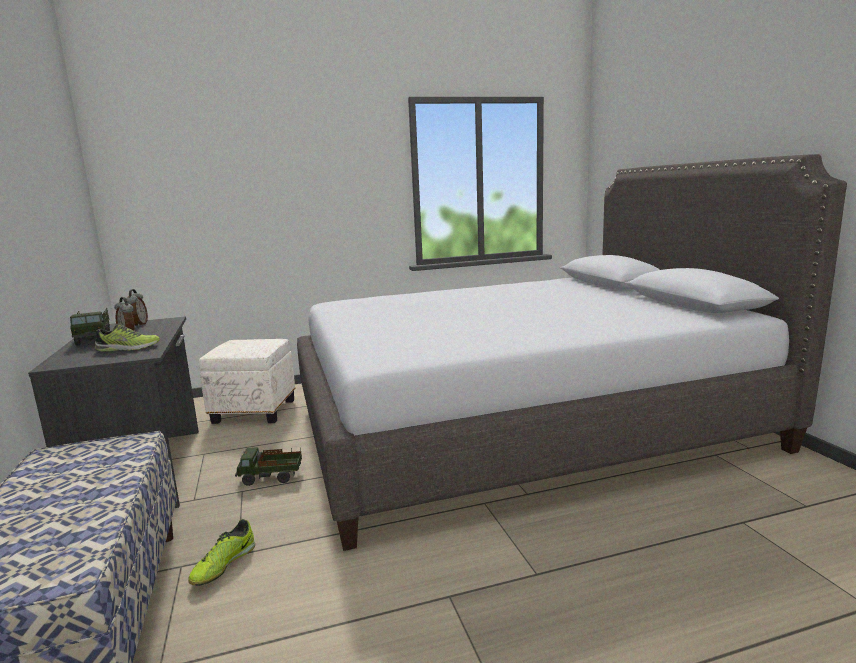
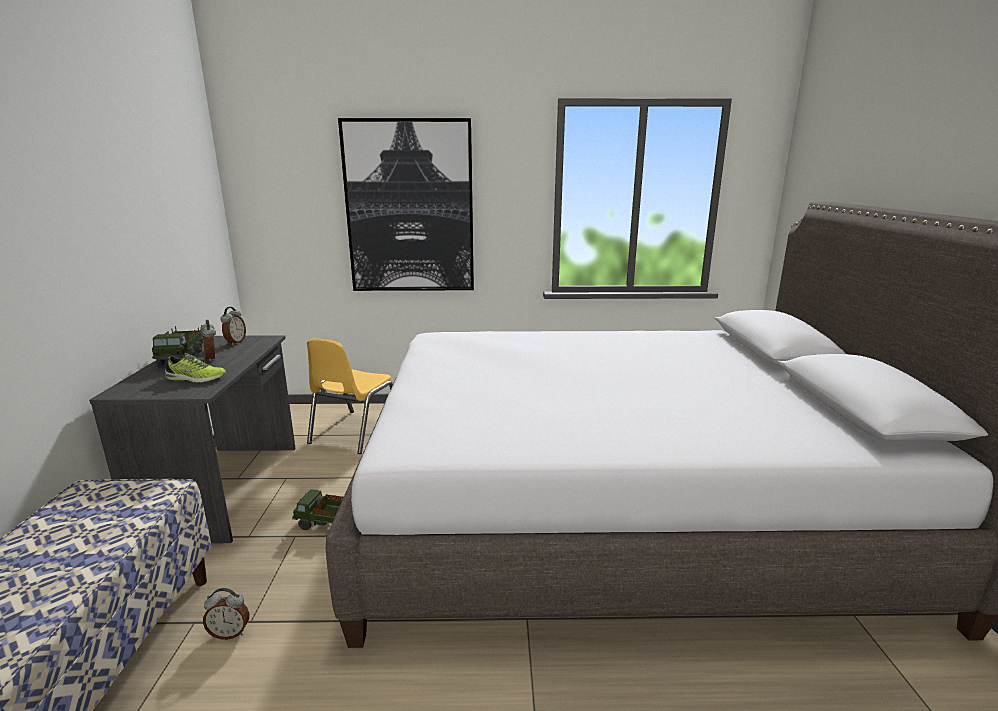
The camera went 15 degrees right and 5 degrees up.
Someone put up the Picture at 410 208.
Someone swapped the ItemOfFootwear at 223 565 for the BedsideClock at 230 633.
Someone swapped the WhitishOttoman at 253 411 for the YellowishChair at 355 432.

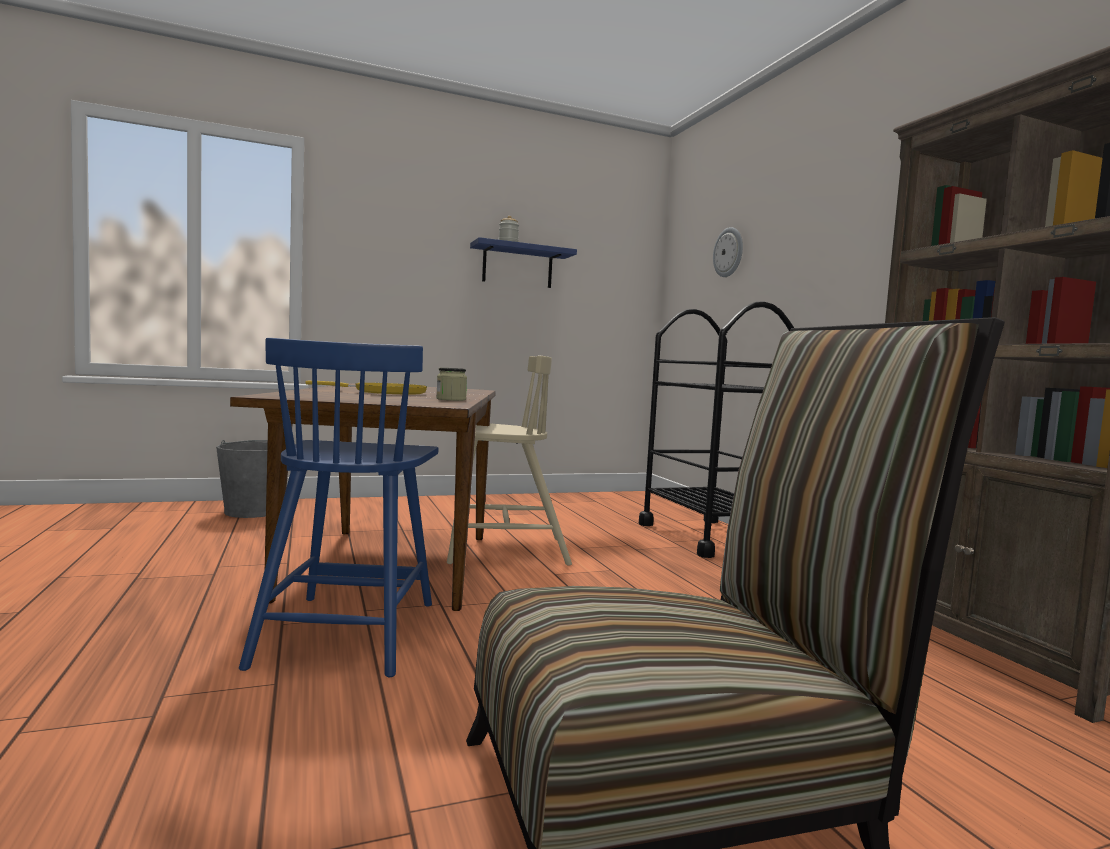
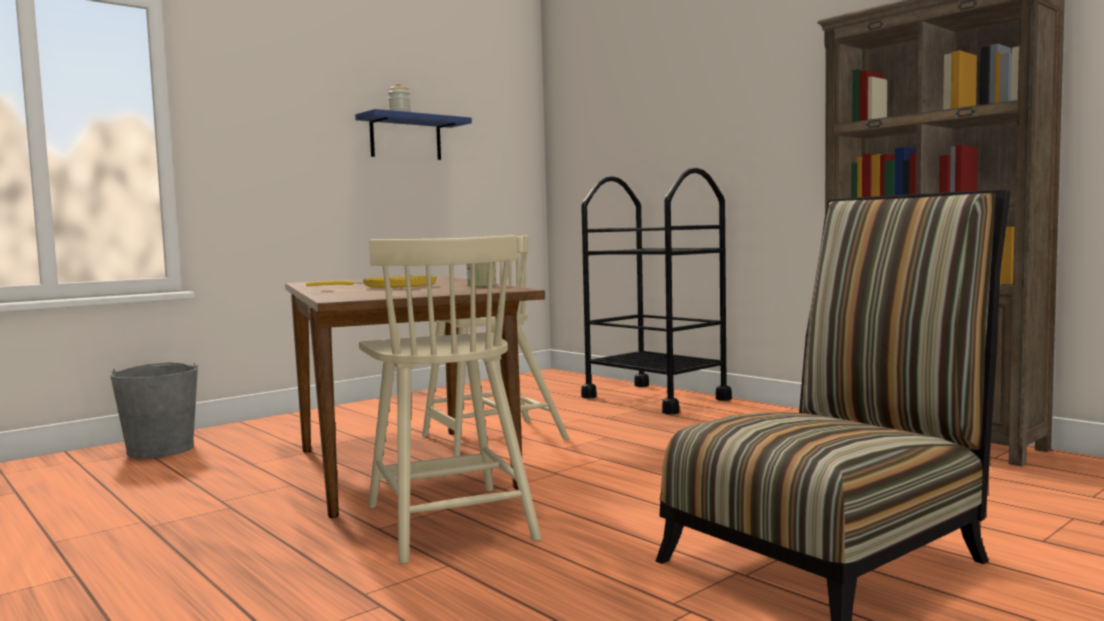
The camera went 20 degrees left and 0 degrees up.
Someone took away the ClockOnTheWall at 729 252.
Someone repainted the BlueColouredChair at 347 631, which became the BeigeChair at 449 521.

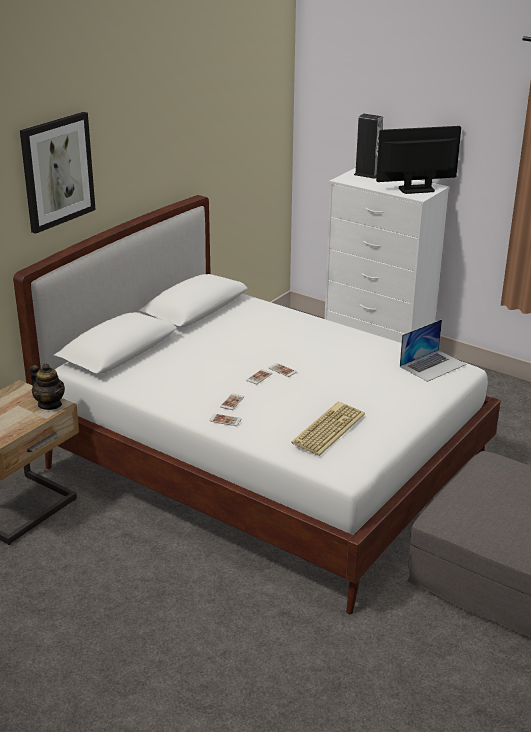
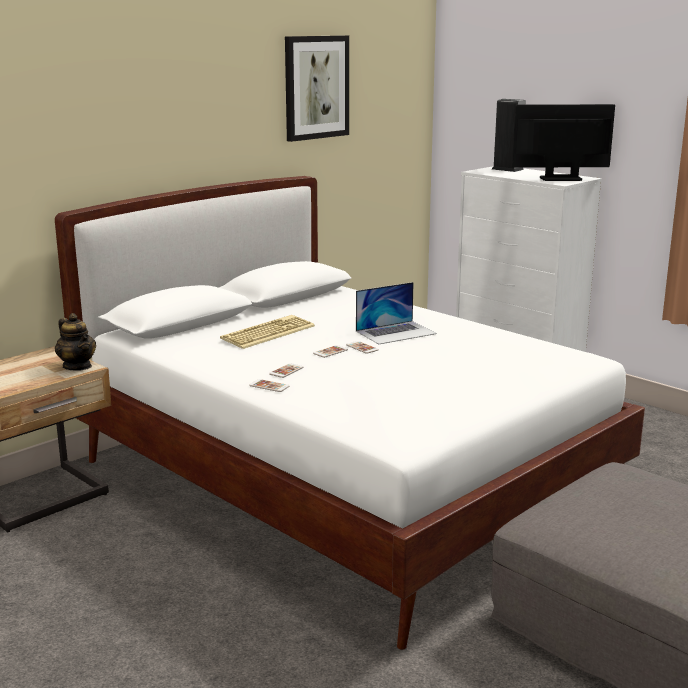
The camera went 10 degrees right and 10 degrees down.
Someone carried the Picture from 57 171 to 316 87.
Someone carried the Keyboard from 327 428 to 267 332.
Someone carried the NotebookComputer from 433 365 to 396 332.

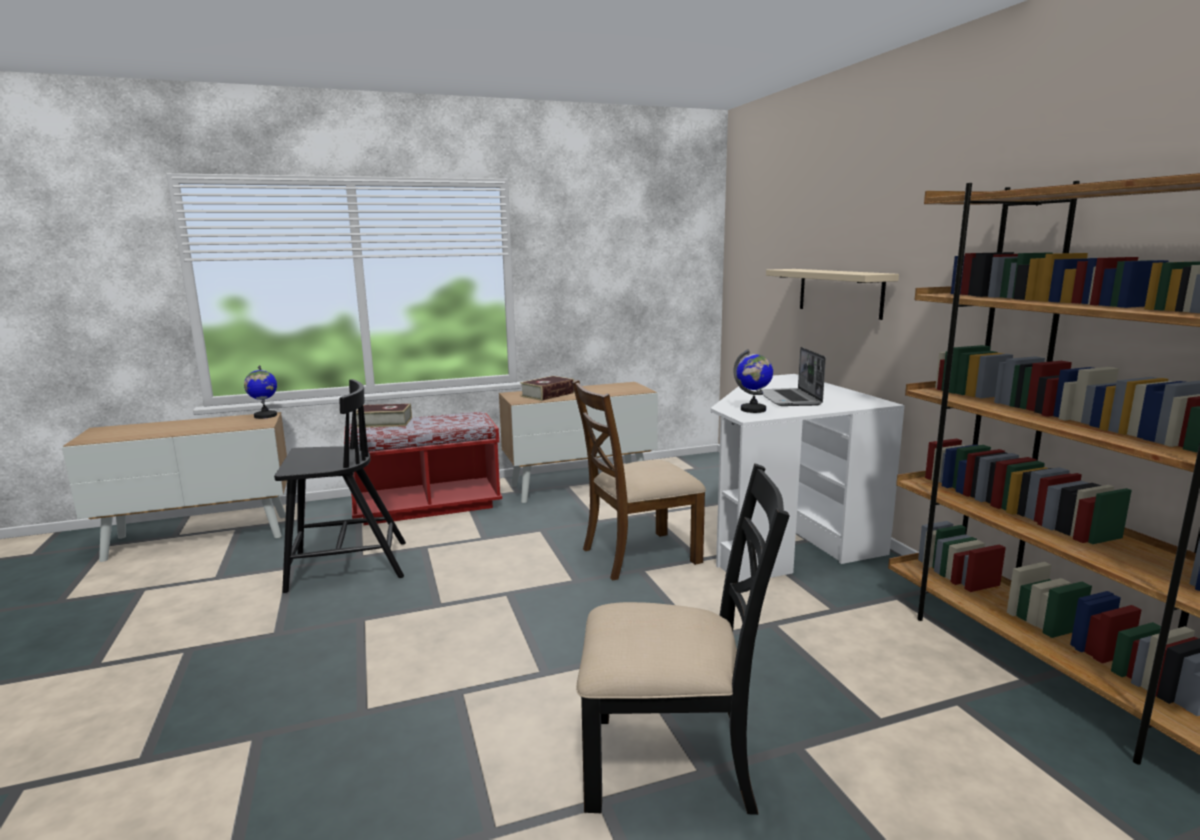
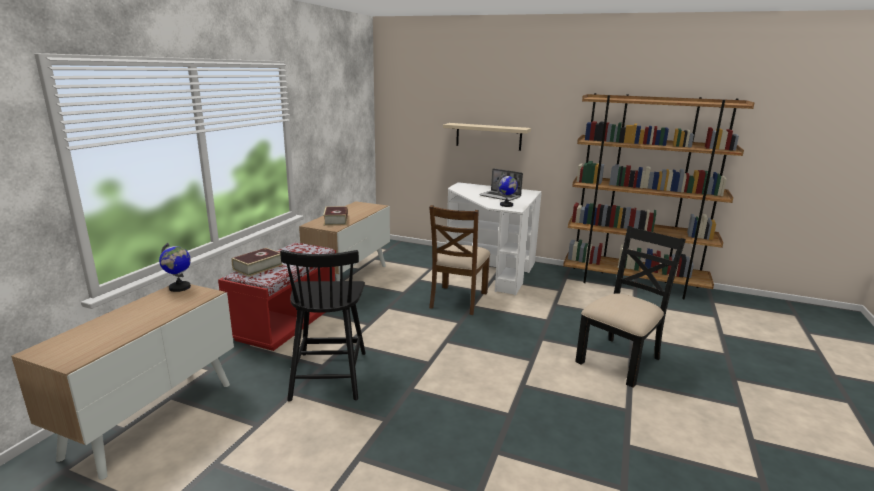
The camera went 50 degrees left and 5 degrees up.
Someone rotated the BlackishChair at 345 566 by 150 degrees clockwise.

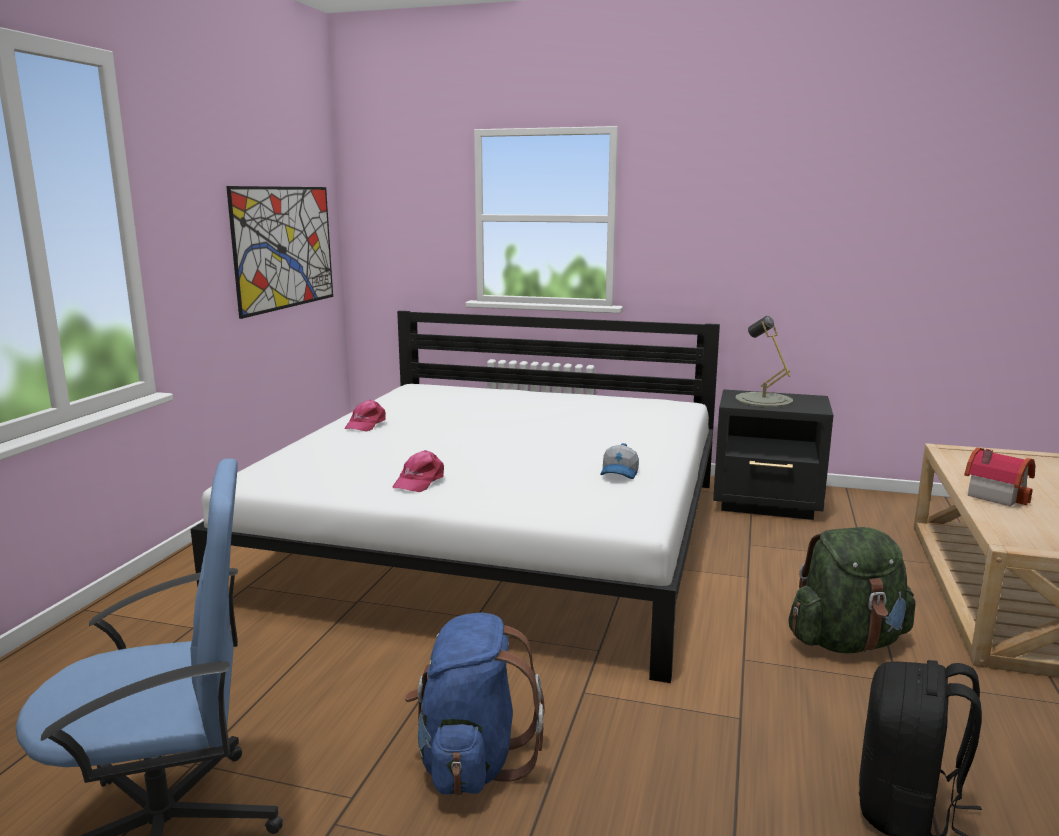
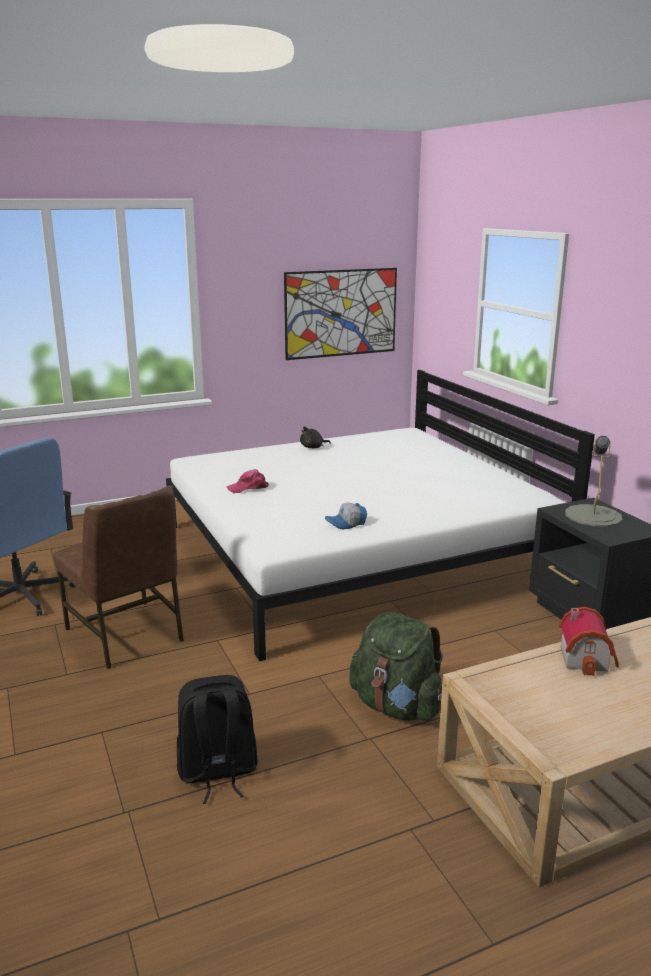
The camera went 50 degrees right and 5 degrees up.
Someone swapped the PinkishBaseballCap at 366 424 for the BlackishSoftToy at 313 447.
Someone swapped the BlueColouredRucksack at 472 761 for the BrownChair at 126 635.

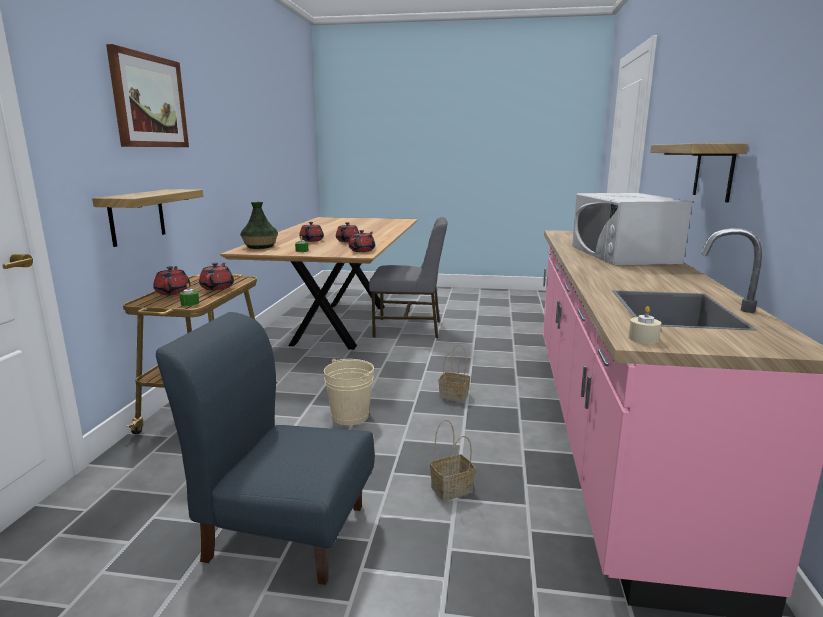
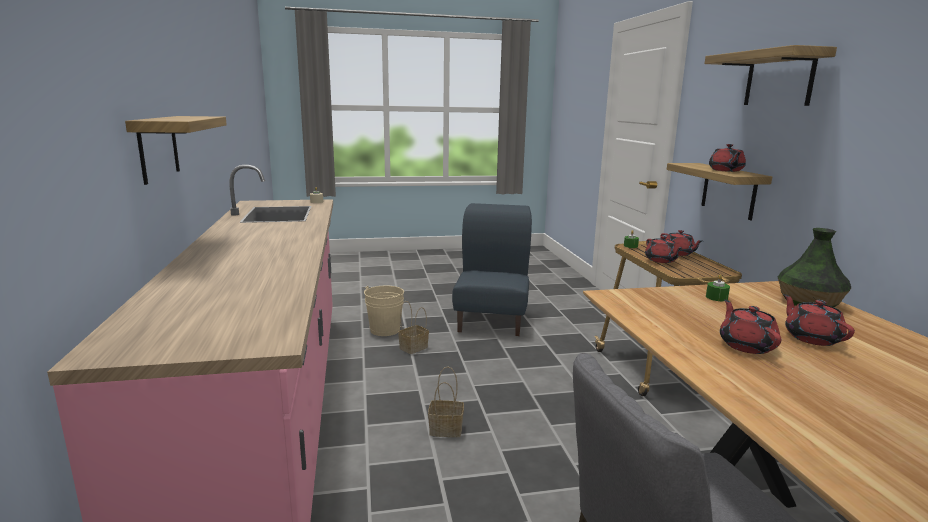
The camera went 160 degrees right and 0 degrees up.
Someone took away the WhitishMicrowave at 623 254.
Someone carried the BeigeWaterBucket from 350 416 to 385 330.
Someone carried the RedTeaPot from 362 250 to 726 170.
Someone swapped the Picture at 149 101 for the WallShelf at 779 79.
Someone rotated the BlueColouredChair at 286 531 by 75 degrees counterclockwise.

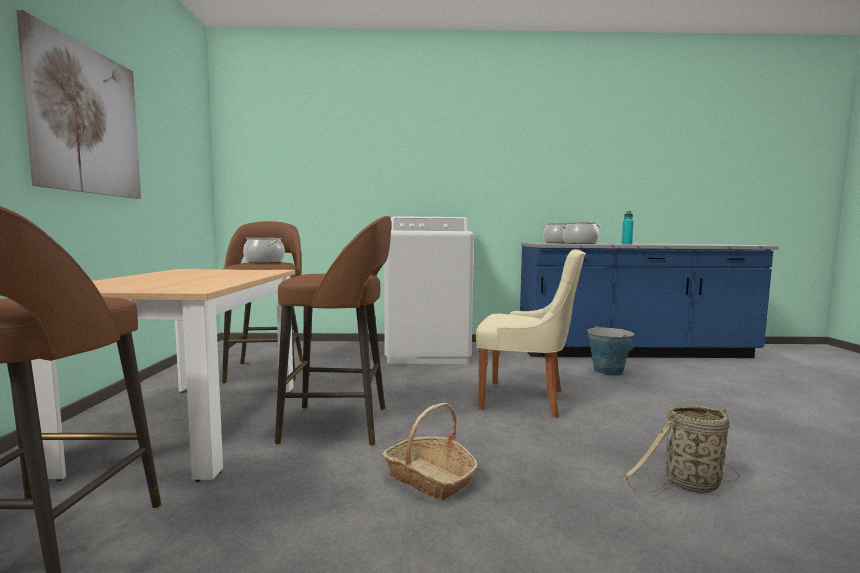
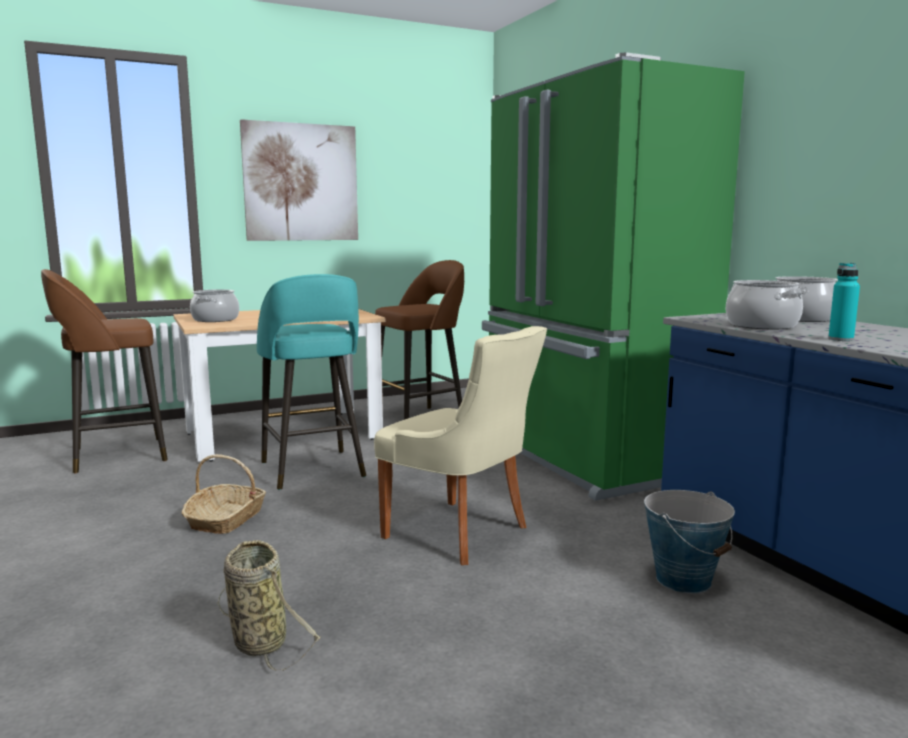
The camera went 65 degrees right and 5 degrees up.
Someone carried the Stockpot from 265 261 to 216 319.
Someone swapped the WhitishLaundryMachine at 428 352 for the GreenishRefrigerator at 585 458.
Someone repainted the BrownStoolSeat at 339 424, which became the BlueGreenStoolSeat at 313 470.
Someone rotated the BeigeChair at 526 399 by 45 degrees counterclockwise.

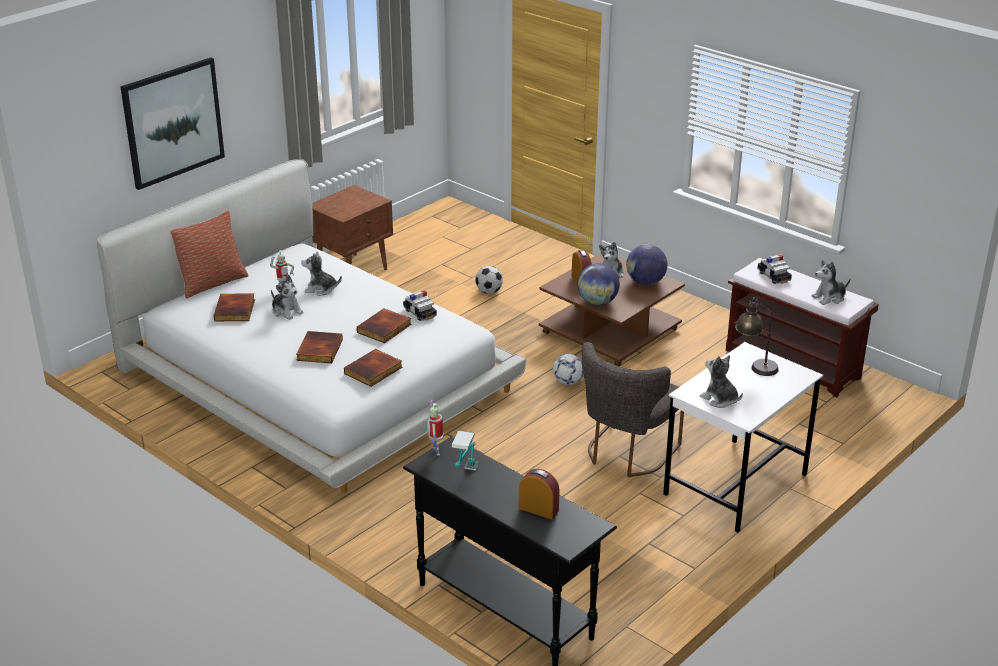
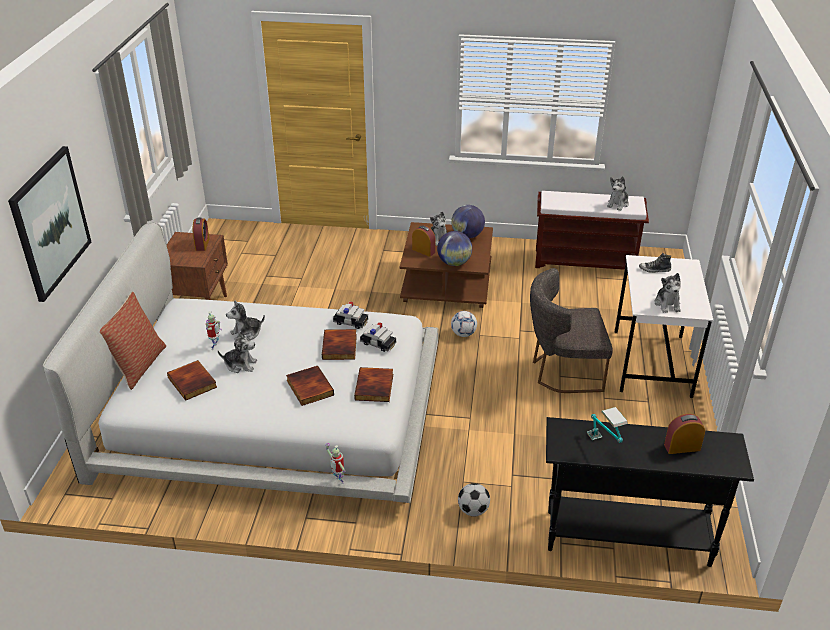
The camera went 35 degrees left and 5 degrees up.
Someone put down the BedsideClock at 202 244.
Someone carried the RobotFigure from 435 451 to 338 481.
Someone carried the FootballBall from 489 292 to 473 510.
Someone carried the ToyCar from 774 276 to 378 343.
Someone swapped the LampForATable at 754 365 for the ItemOfFootwear at 654 270.
Someone rotated the GrayChair at 626 453 by 90 degrees clockwise.
Someone rotated the SoftToy at 720 399 by 105 degrees counterclockwise.

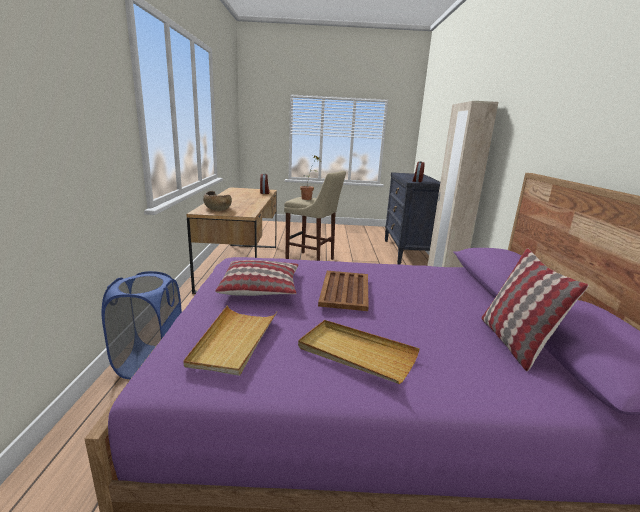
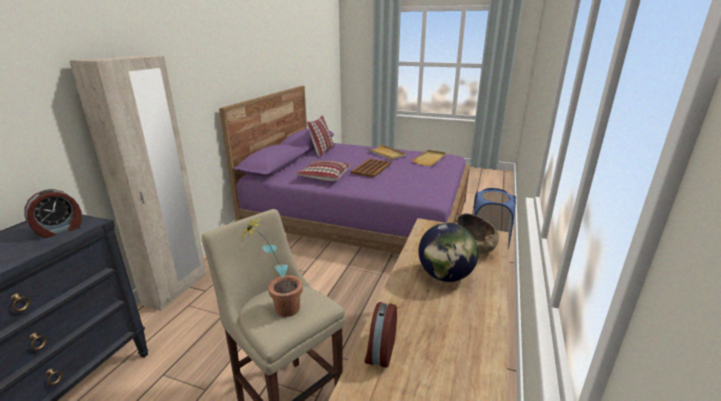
The camera went 160 degrees left and 5 degrees up.
Someone put down the Globe at 445 276.
Someone carried the ThrowPillow from 261 288 to 324 176.

